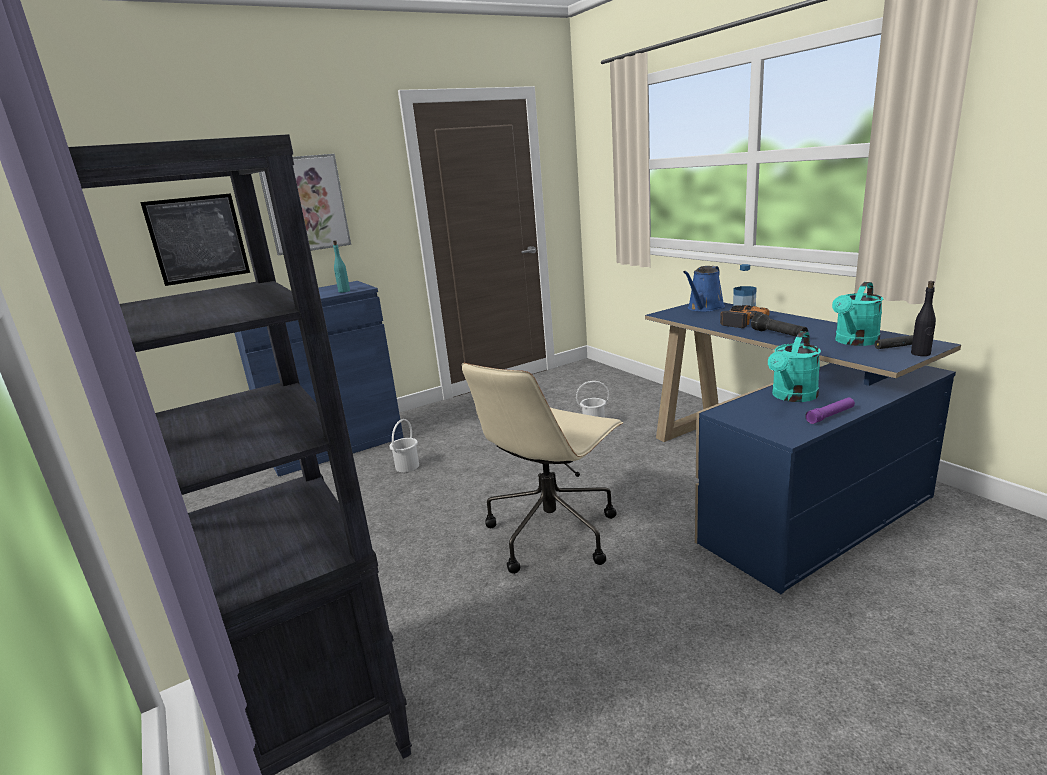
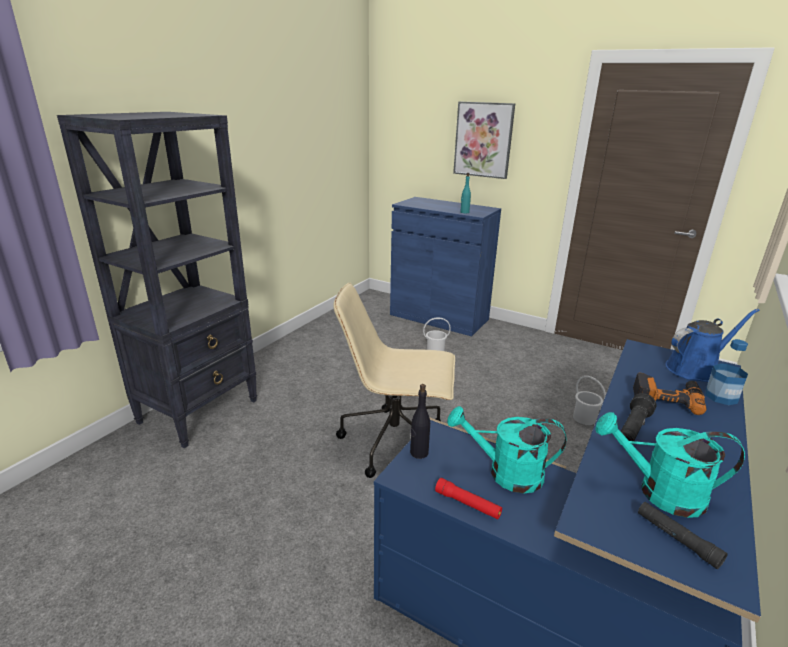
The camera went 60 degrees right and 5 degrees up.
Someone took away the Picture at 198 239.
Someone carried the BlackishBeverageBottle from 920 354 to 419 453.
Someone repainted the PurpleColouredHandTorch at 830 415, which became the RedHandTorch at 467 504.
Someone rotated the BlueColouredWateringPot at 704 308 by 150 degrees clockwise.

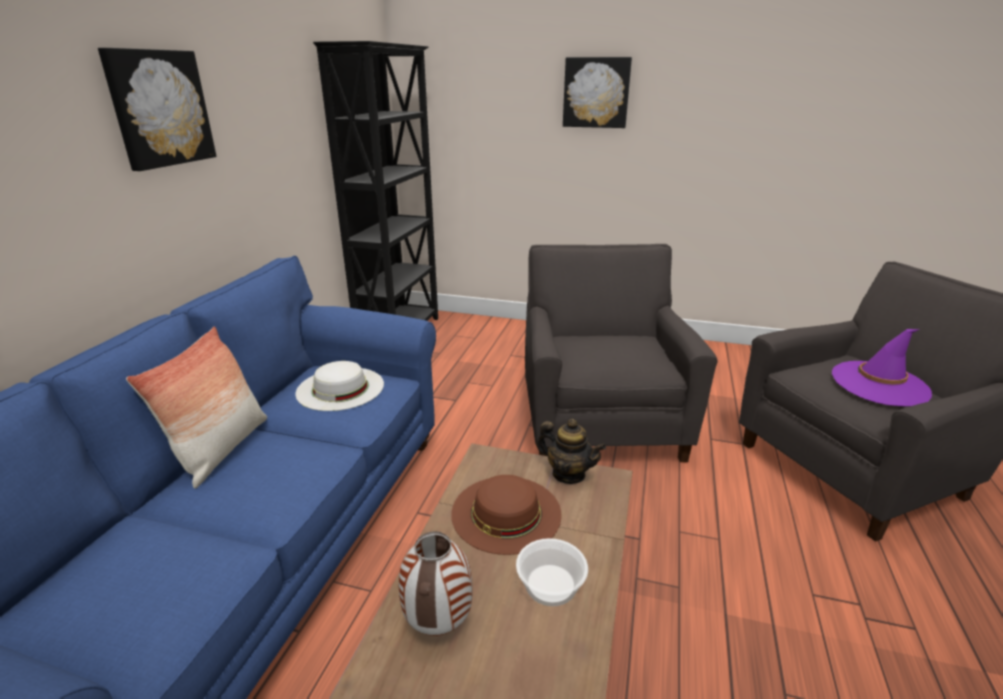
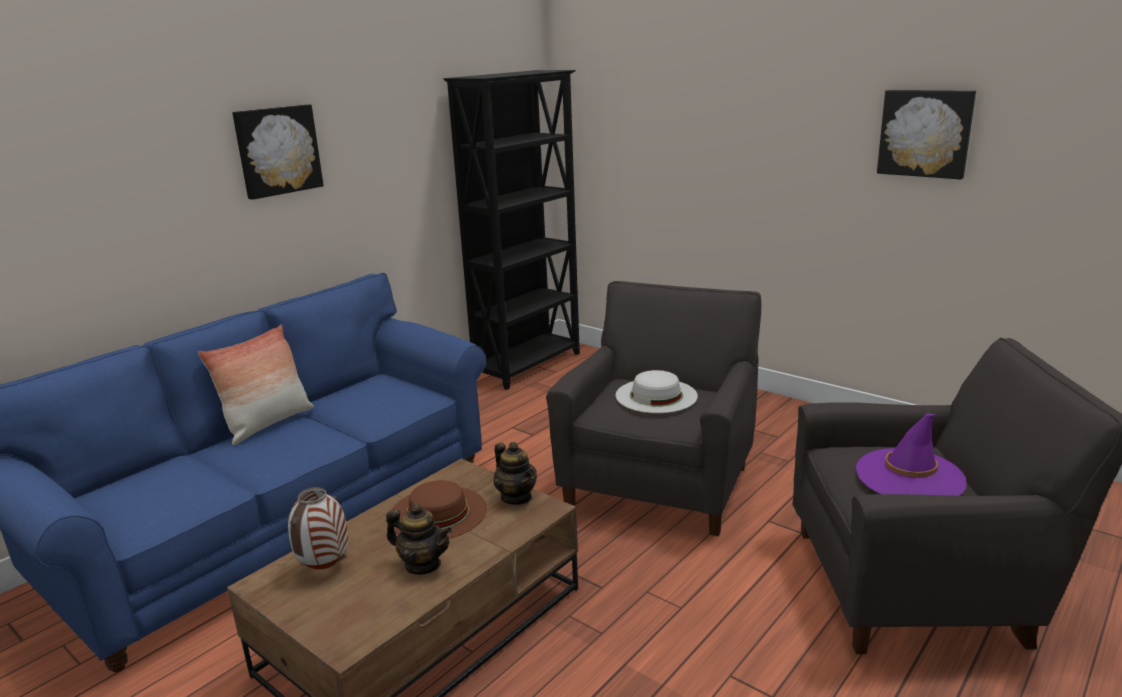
The camera went 25 degrees right and 5 degrees down.
Someone carried the WhitishClothingHat from 340 388 to 656 395.
Someone carried the Picture from 596 92 to 925 133.
Someone swapped the ServingBowl at 550 584 for the TeaPot at 423 565.

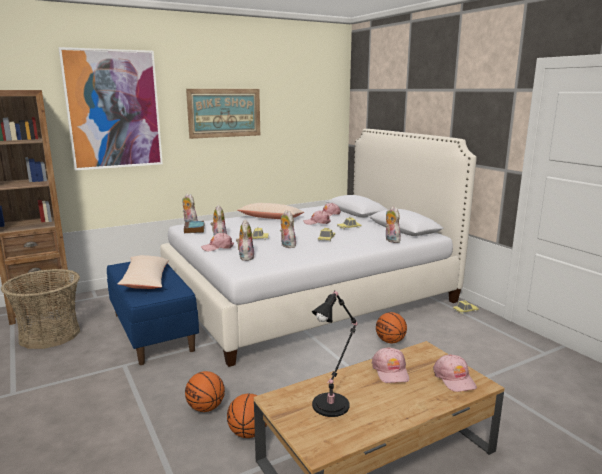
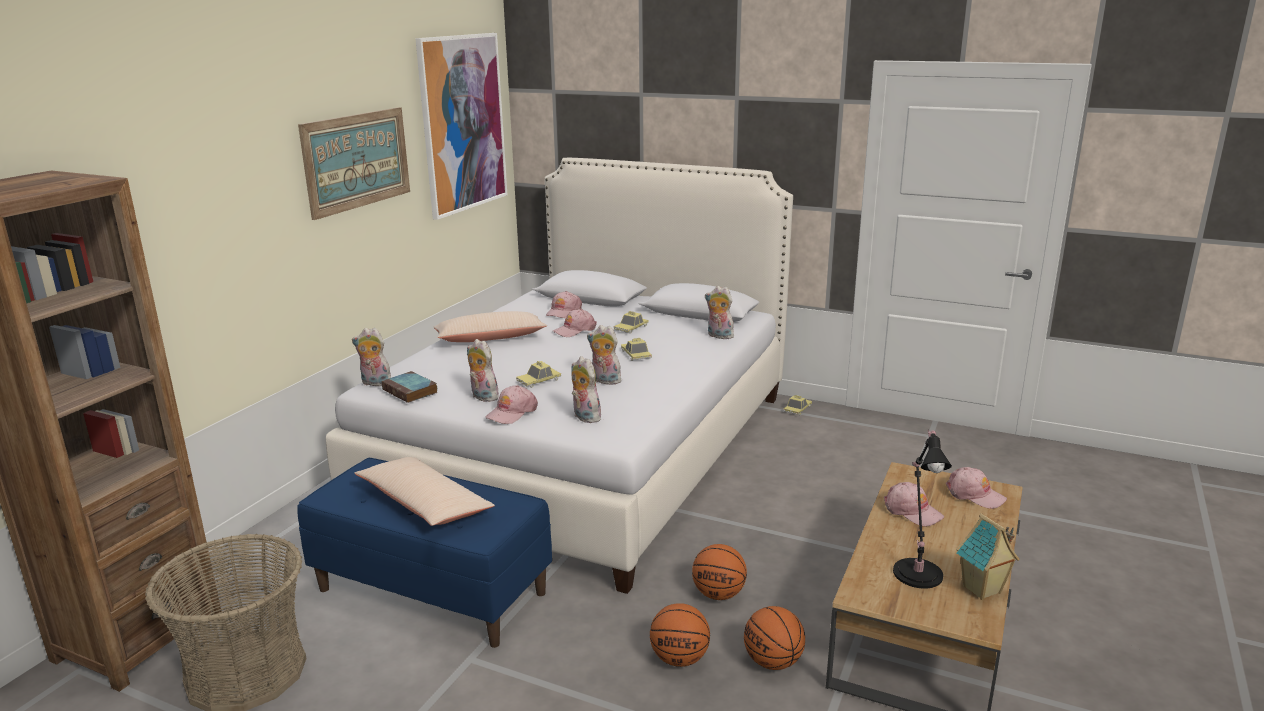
The camera went 35 degrees left and 5 degrees up.
Someone put down the ToyHouse at 982 590.
Someone carried the Picture from 113 109 to 463 123.
Someone carried the BasketballBall from 390 341 to 718 594.

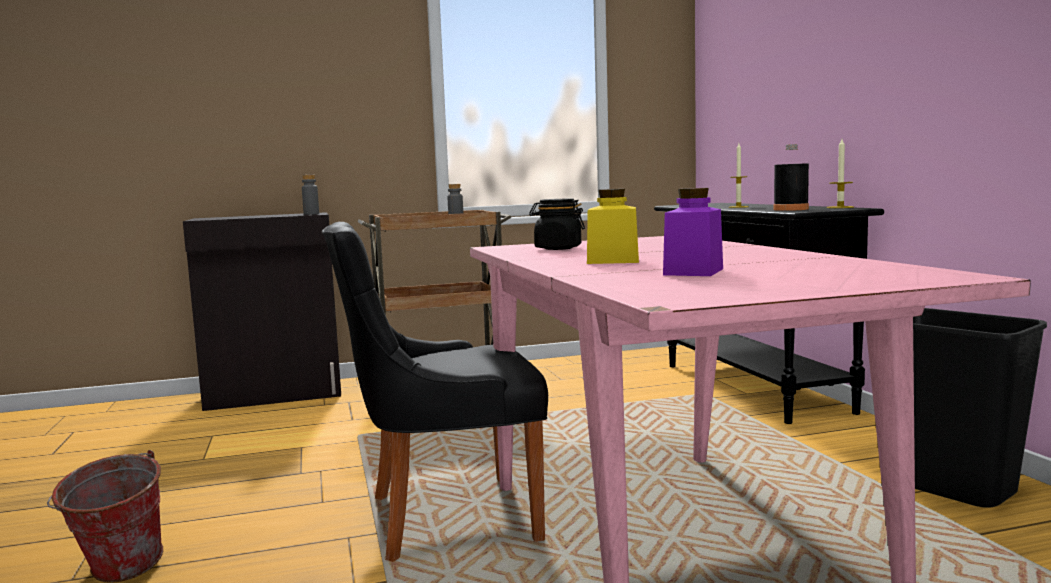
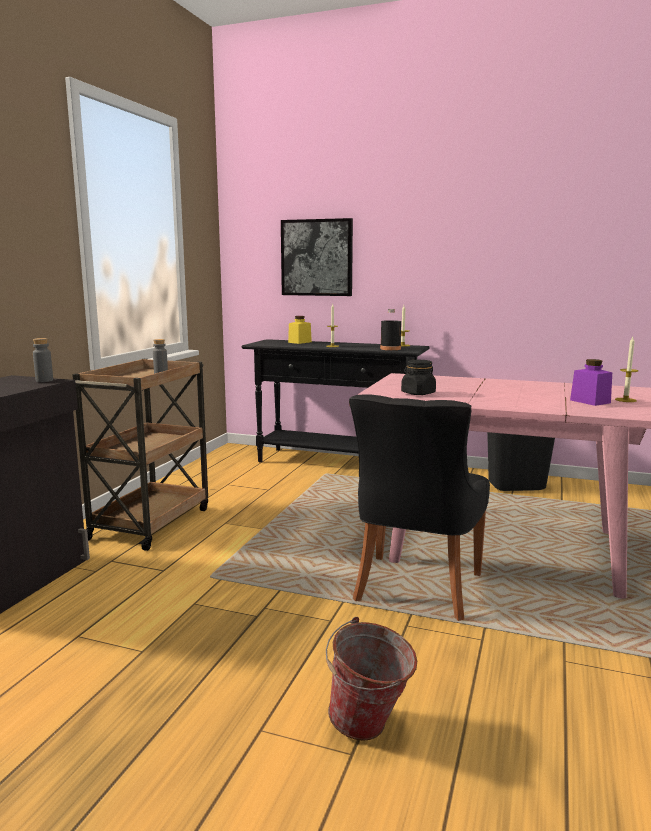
The camera went 55 degrees left and 5 degrees up.
Someone put up the Picture at 317 257.
Someone put down the WaxCandle at 625 400.
Someone carried the YellowishPreserveJar from 613 261 to 299 342.

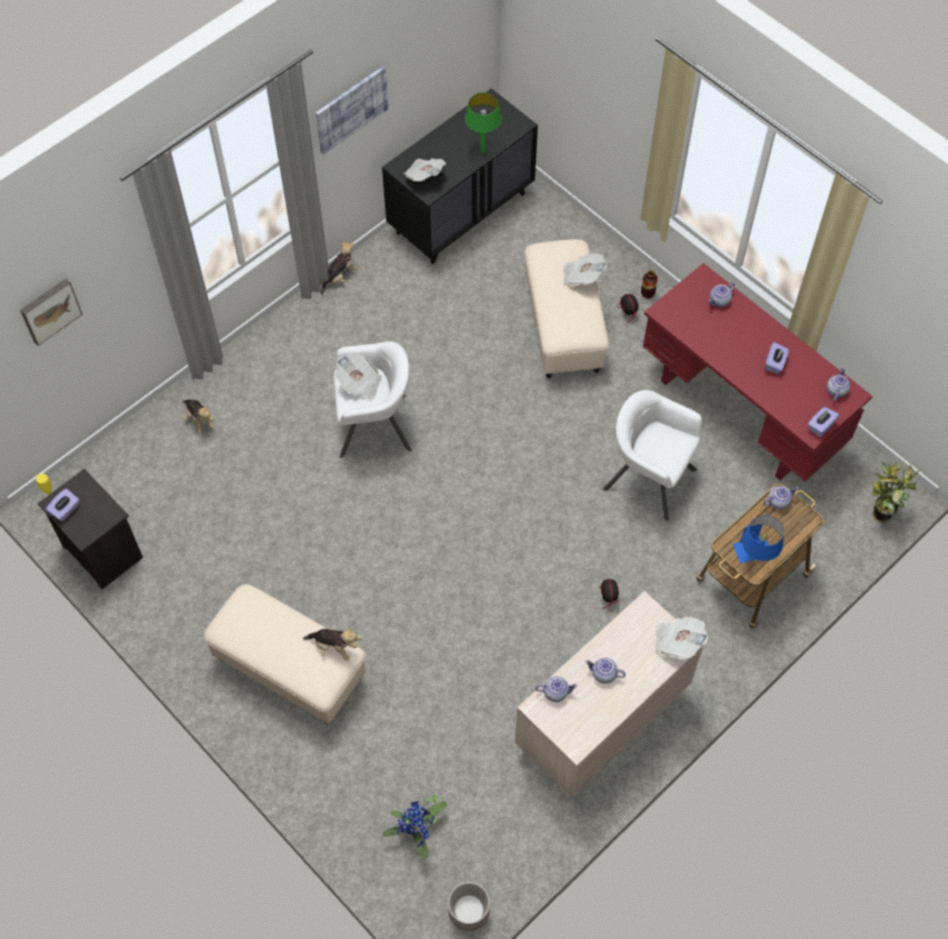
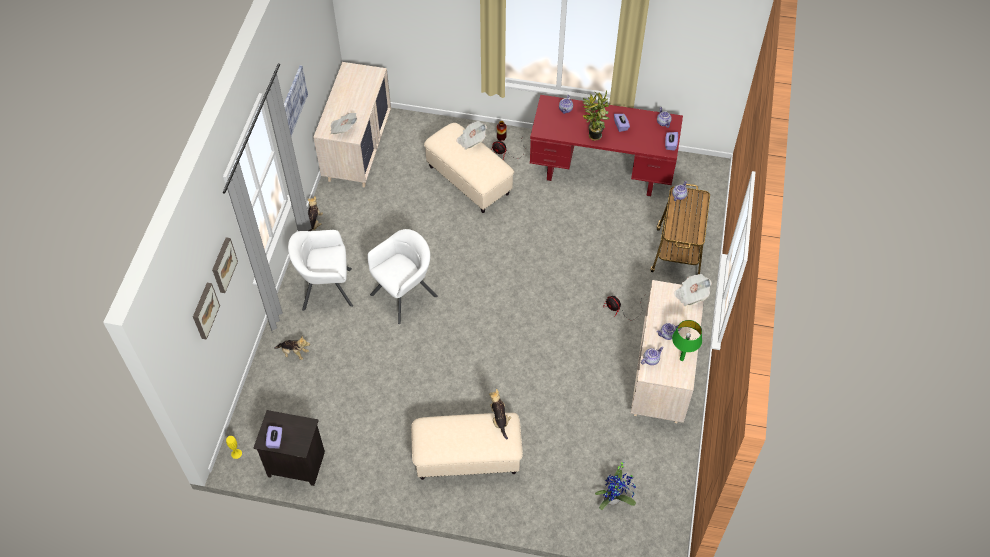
The camera went 35 degrees left and 5 degrees down.
Someone took away the PrintedPaper at 359 383.
Someone took away the Planter at 468 911.
Someone took away the BlueColouredLampForATable at 755 556.
Someone put up the Picture at 223 265.
Someone carried the GreenishLampForATable from 482 150 to 681 359.
Someone carried the WhitishArmchair from 649 478 to 326 288.
Someone carried the PlantInAPot from 879 514 to 593 136.
Someone repainted the BlackishDresser at 461 212, which became the BeigeDresser at 358 149.
Someone rotated the SoftToy at 334 647 by 90 degrees counterclockwise.

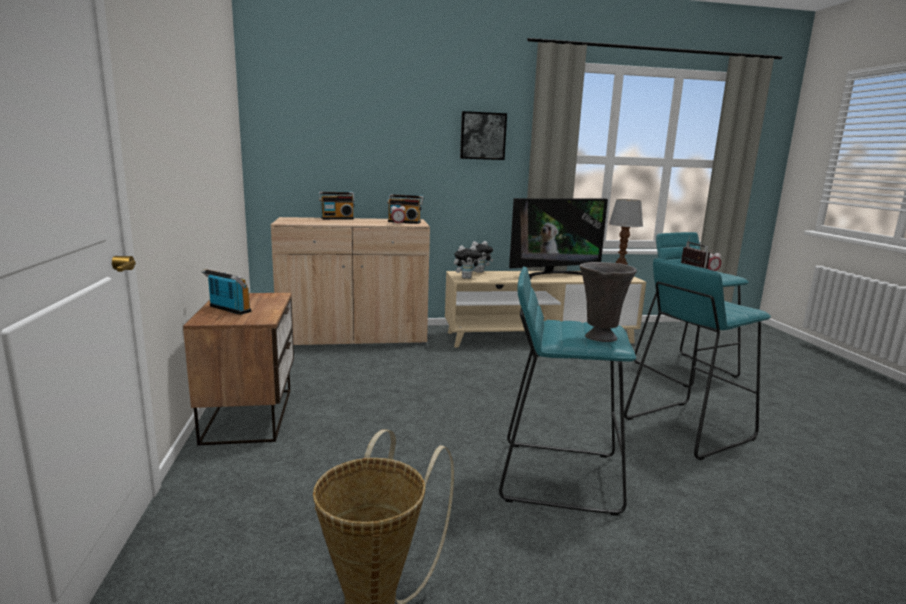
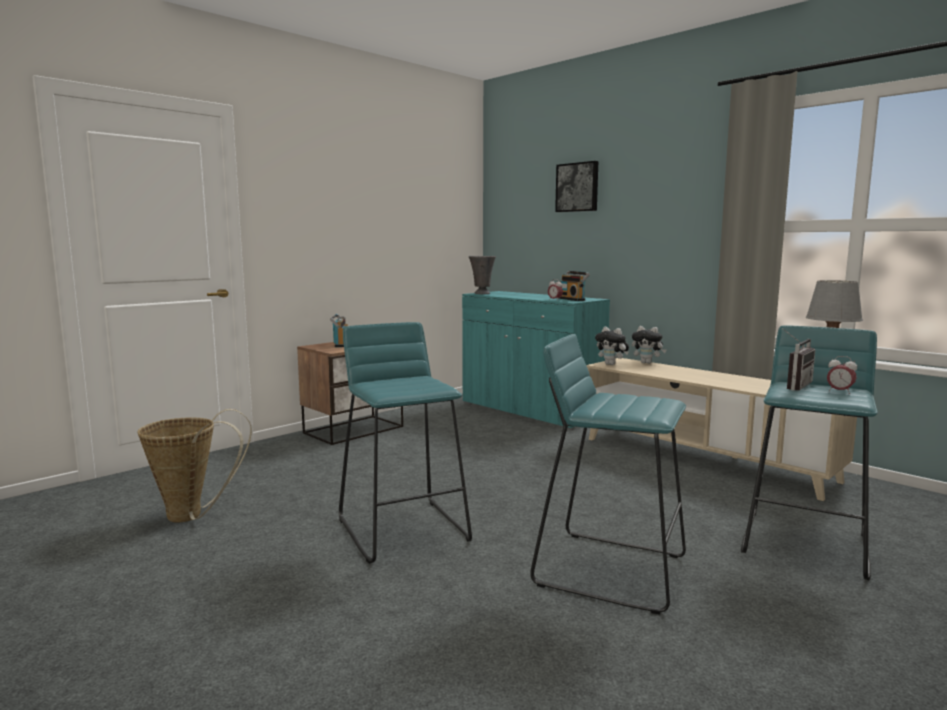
The camera went 55 degrees right and 5 degrees down.
Someone took away the RadioReceiver at 337 218.
Someone took away the TvSet at 553 275.
Someone carried the Picture from 482 136 to 578 187.
Someone carried the GrayVase from 599 338 to 482 293.
Someone repainted the BeigeCupboard at 354 337, which became the BlueGreenCupboard at 530 411.

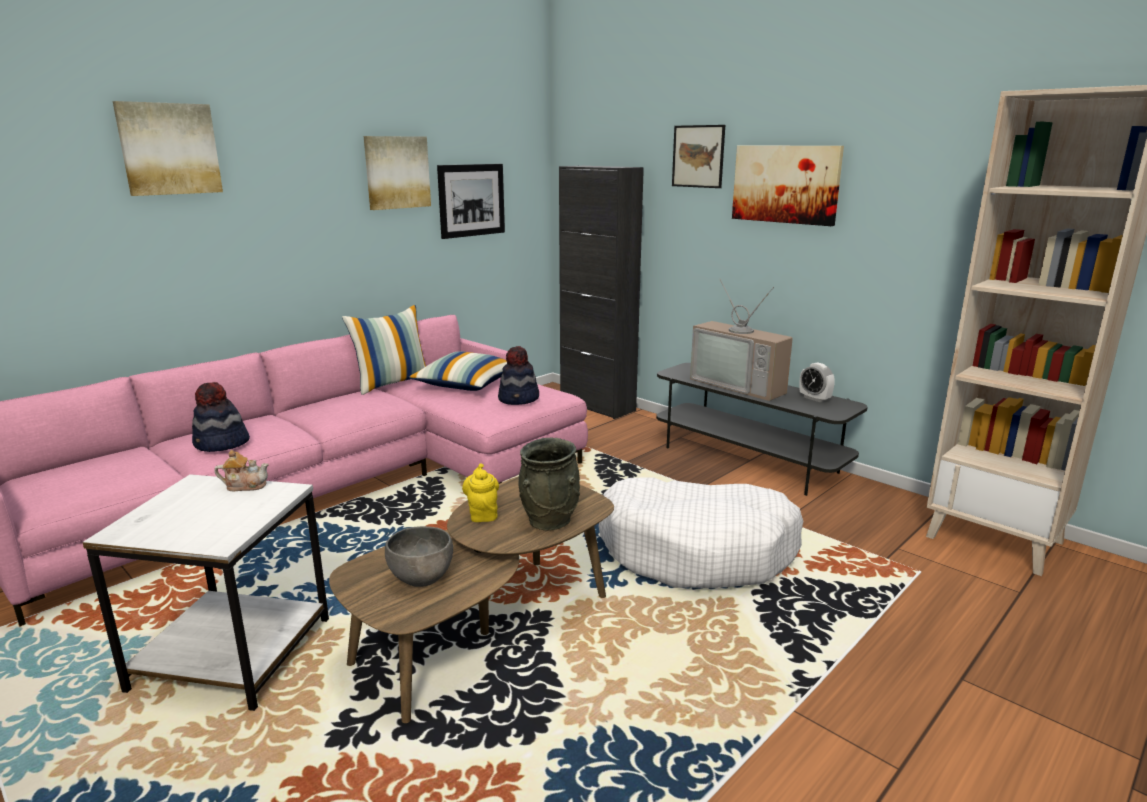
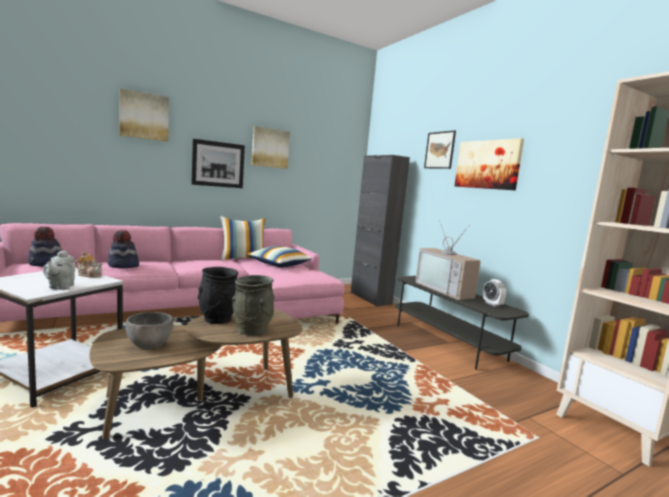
The camera went 15 degrees right and 10 degrees down.
Someone took away the WhitishDogBed at 697 551.
Someone put down the GrayTeaPot at 60 287.
Someone carried the Picture from 471 200 to 218 164.
Someone carried the ClothingHat from 519 399 to 46 264.
Someone swapped the YellowishTeaPot at 482 514 for the BlackishVase at 217 319.

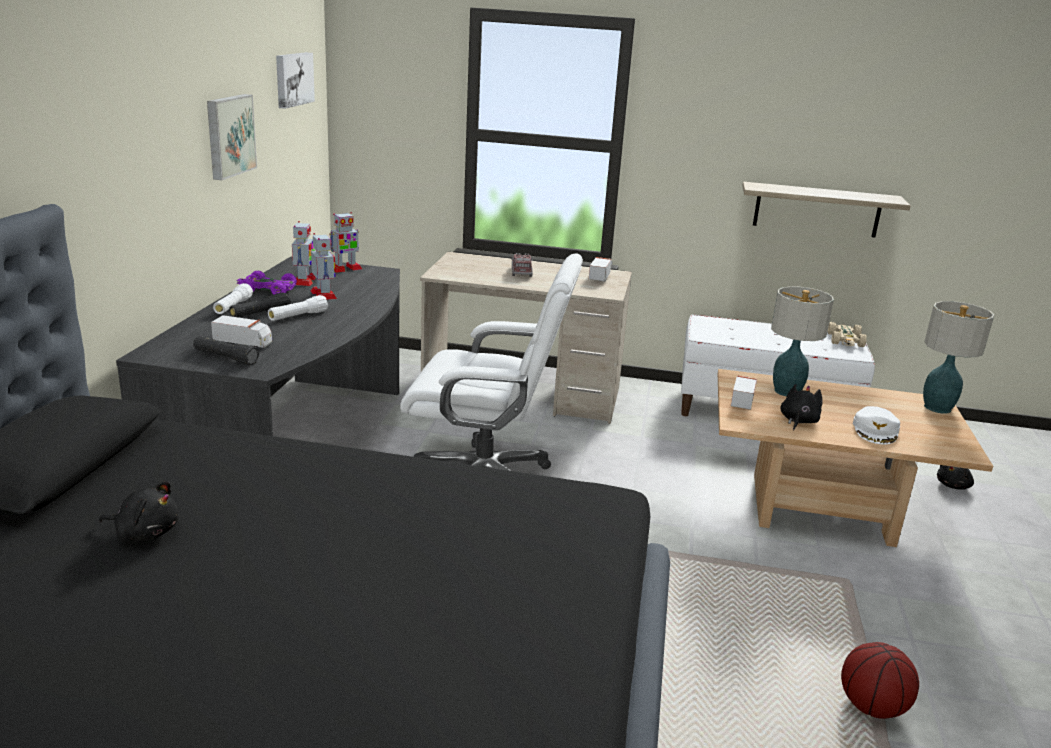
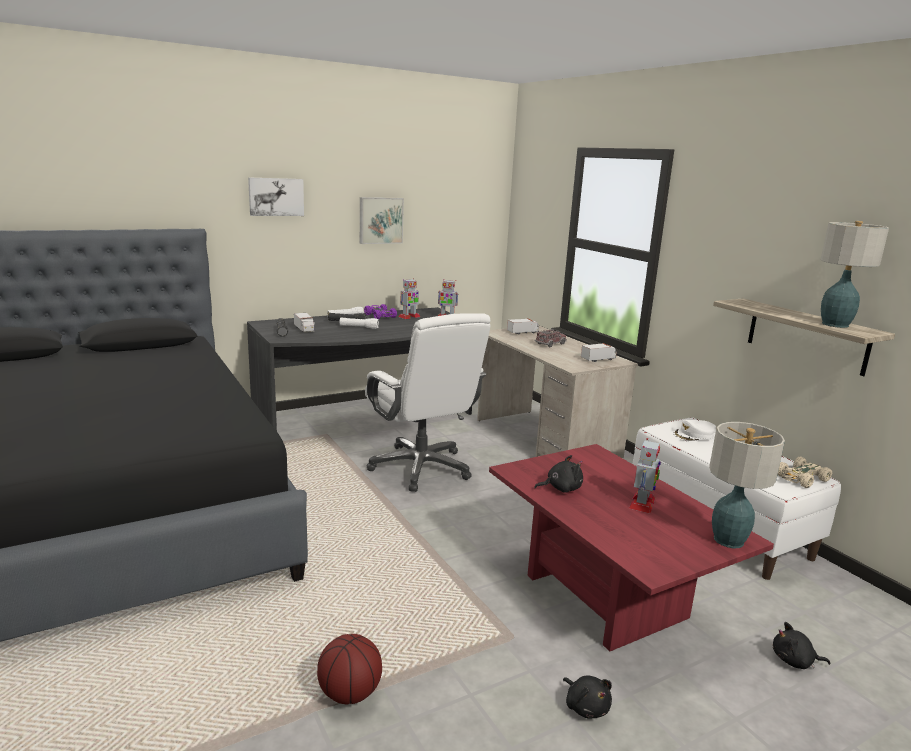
The camera went 50 degrees right and 5 degrees down.
Someone carried the BlackishSoftToy from 145 532 to 586 707.
Someone carried the Picture from 292 79 to 276 197.
Someone carried the RobotFigure from 323 295 to 642 503.
Someone carried the ModelTruck from 742 401 to 523 332.
Someone carried the LampForATable from 786 391 to 835 324.
Someone carried the WhitishBaseballCap from 875 431 to 694 435.
Someone repainted the BeigeLoungeTable at 820 509, which became the RedLoungeTable at 605 596.

